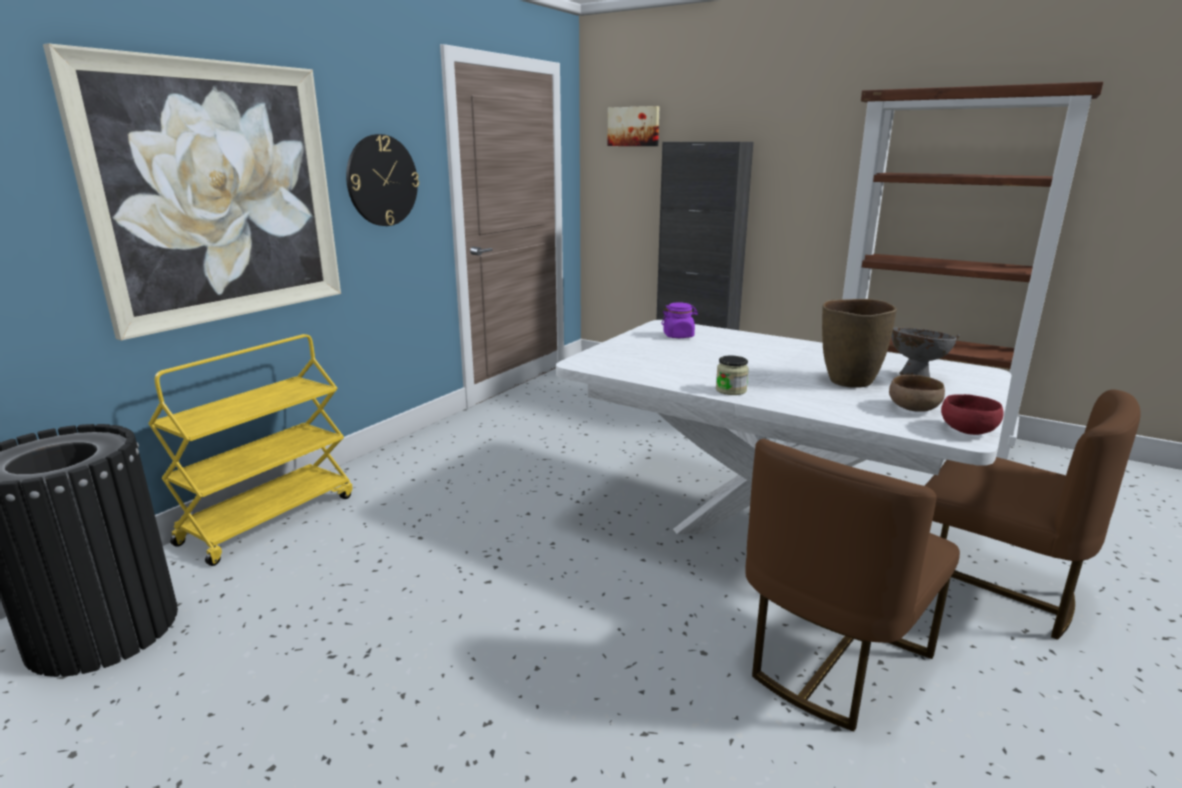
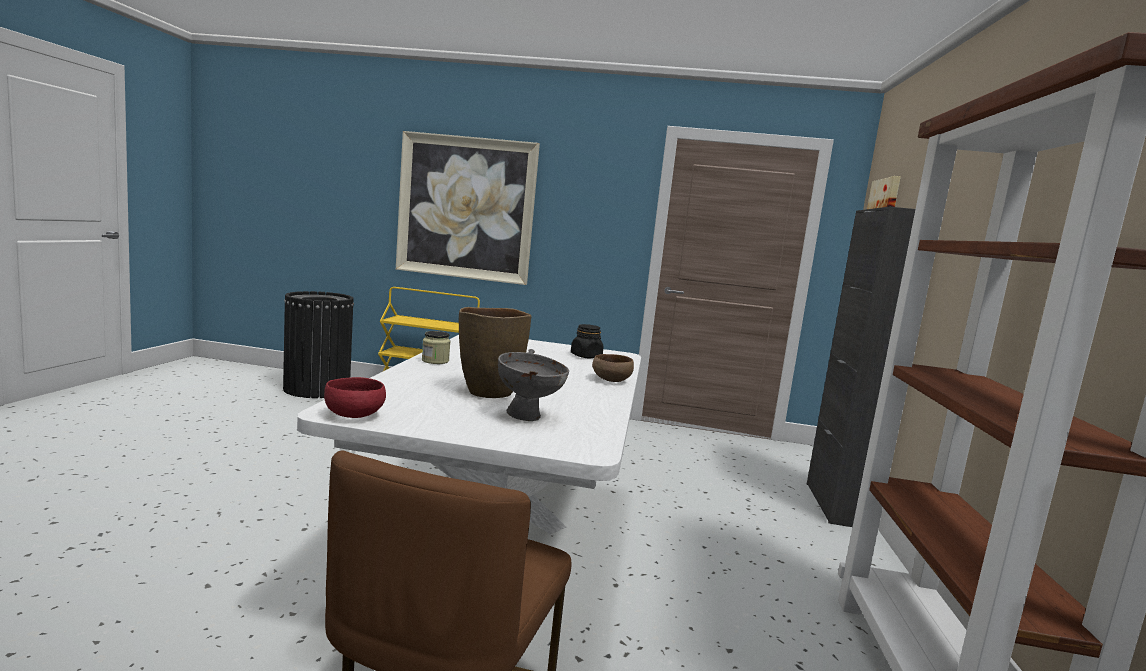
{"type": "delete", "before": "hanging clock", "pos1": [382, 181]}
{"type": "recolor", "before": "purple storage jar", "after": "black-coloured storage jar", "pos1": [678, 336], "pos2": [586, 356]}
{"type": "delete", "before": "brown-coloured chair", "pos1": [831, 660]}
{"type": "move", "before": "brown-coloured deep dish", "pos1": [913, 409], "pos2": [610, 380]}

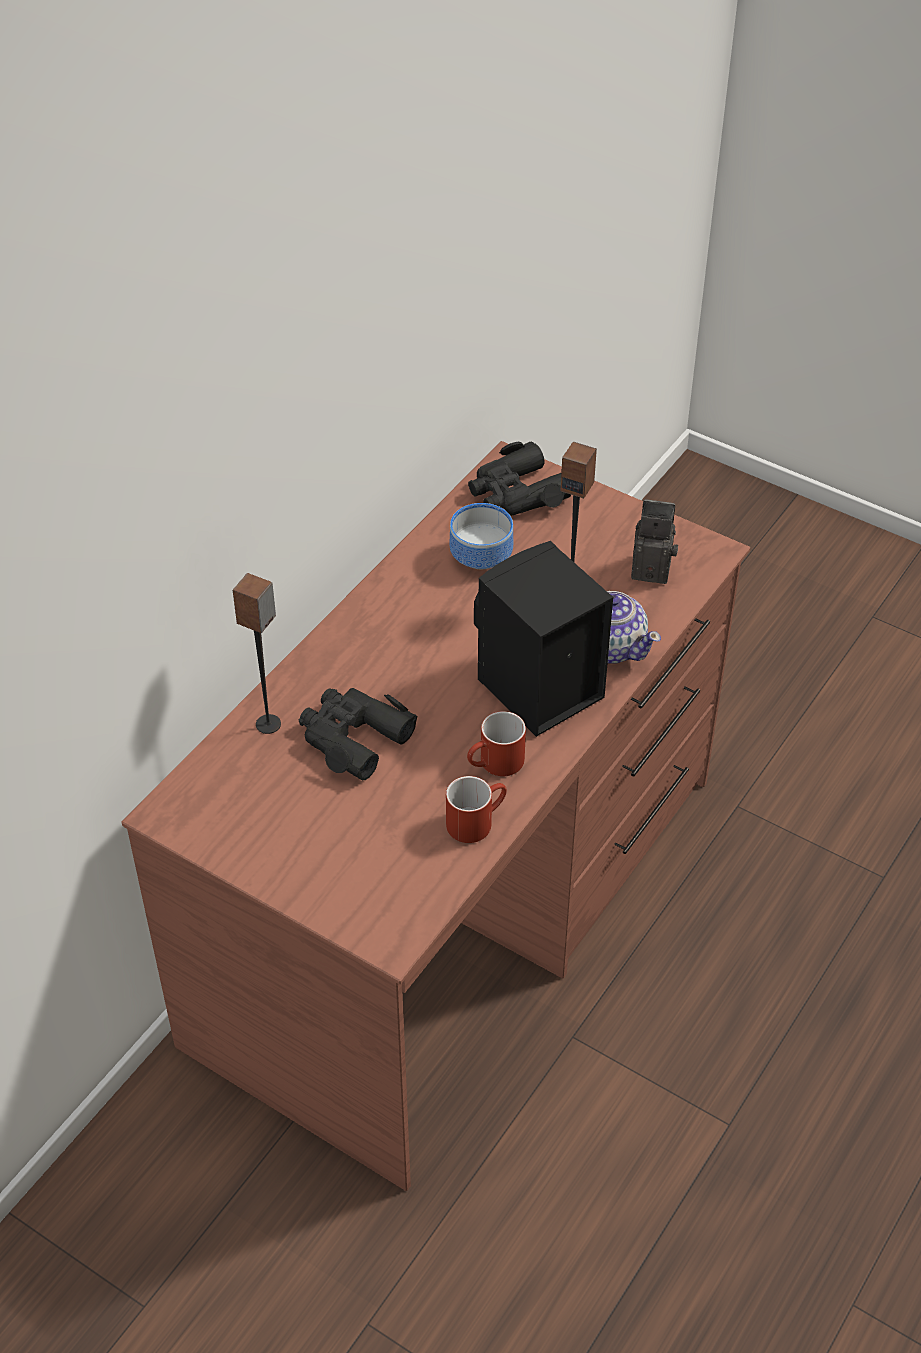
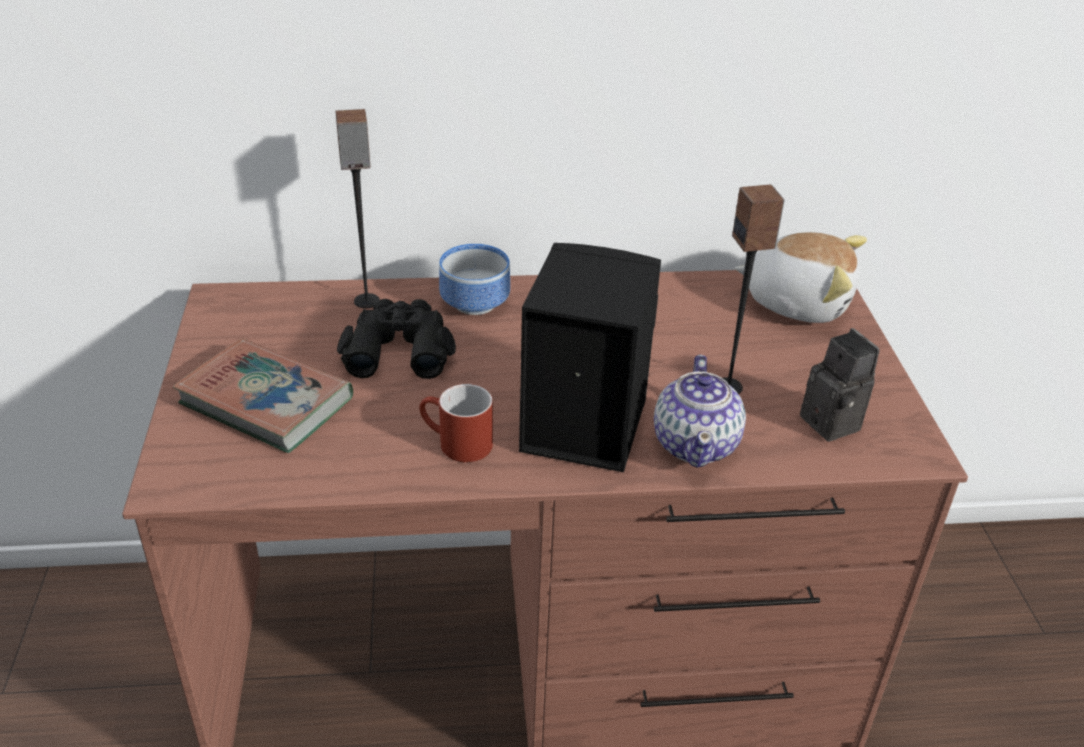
{"type": "delete", "before": "red tea mug", "pos1": [476, 820]}
{"type": "move", "before": "deep dish", "pos1": [478, 555], "pos2": [475, 301]}
{"type": "replace", "before": "black-coloured pair of binoculars", "after": "soft toy", "pos1": [516, 493], "pos2": [797, 301]}
{"type": "insert", "after": "book", "pos2": [266, 402]}

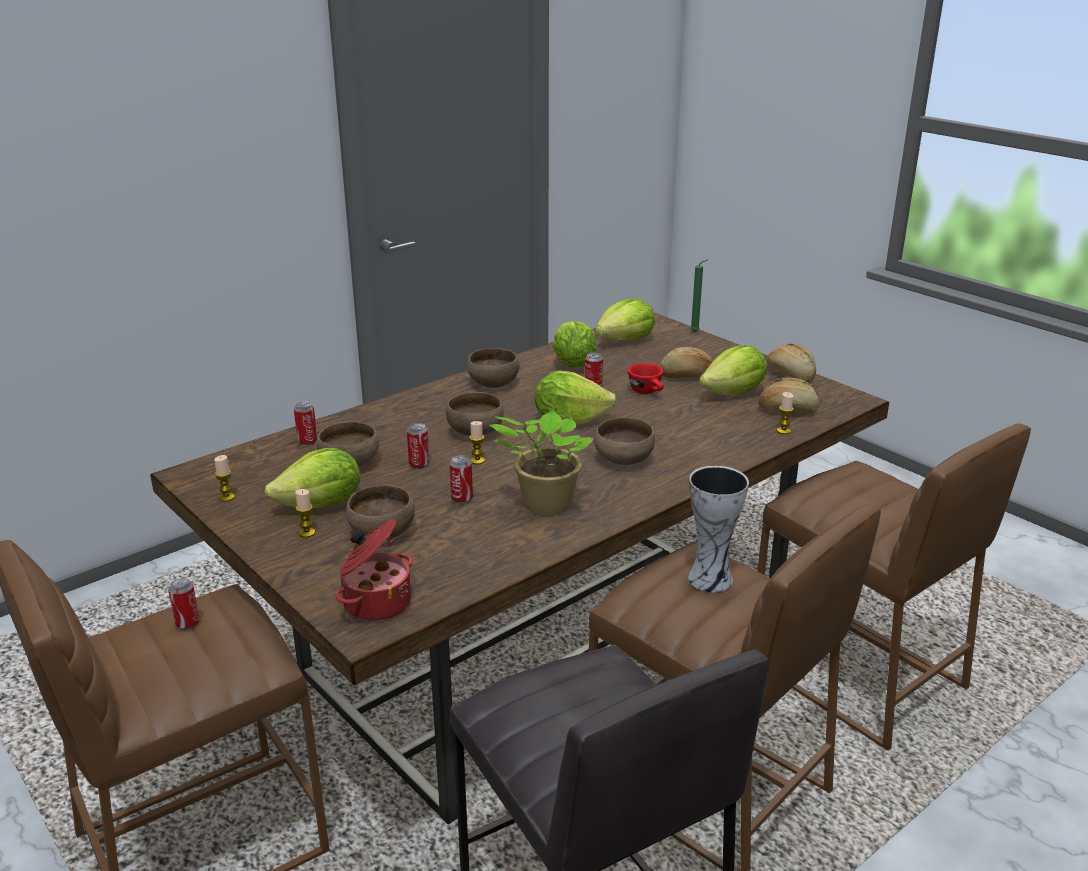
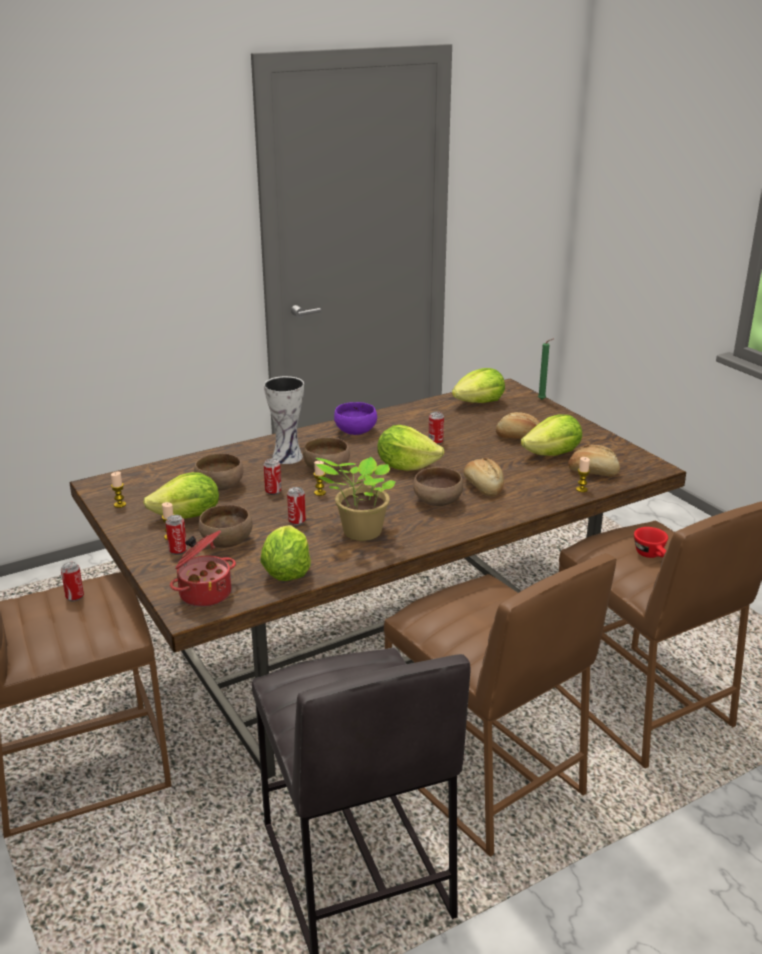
{"type": "move", "before": "sealed can", "pos1": [307, 441], "pos2": [178, 550]}
{"type": "recolor", "before": "brown-coloured deep dish", "after": "purple deep dish", "pos1": [492, 383], "pos2": [355, 431]}
{"type": "move", "before": "head of lettuce", "pos1": [572, 364], "pos2": [286, 572]}
{"type": "move", "before": "red cup", "pos1": [648, 392], "pos2": [651, 555]}
{"type": "move", "before": "vase", "pos1": [712, 578], "pos2": [289, 456]}
{"type": "move", "before": "bread", "pos1": [790, 374], "pos2": [483, 486]}

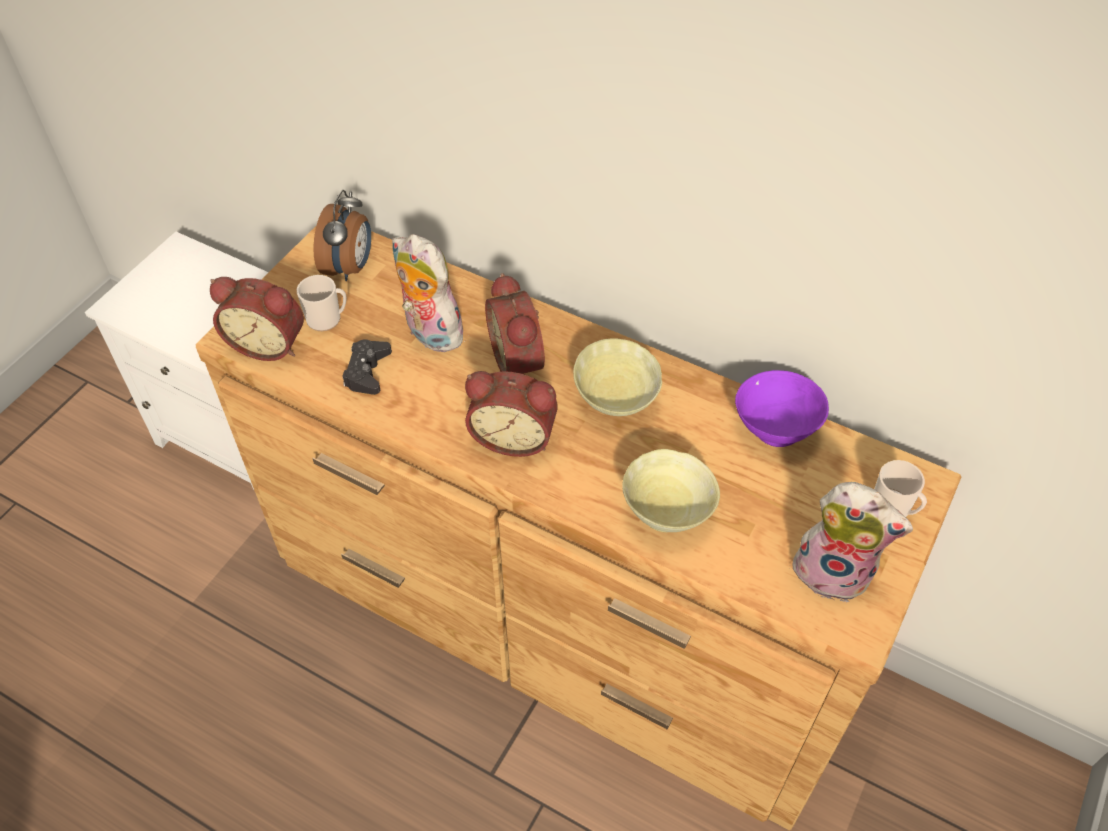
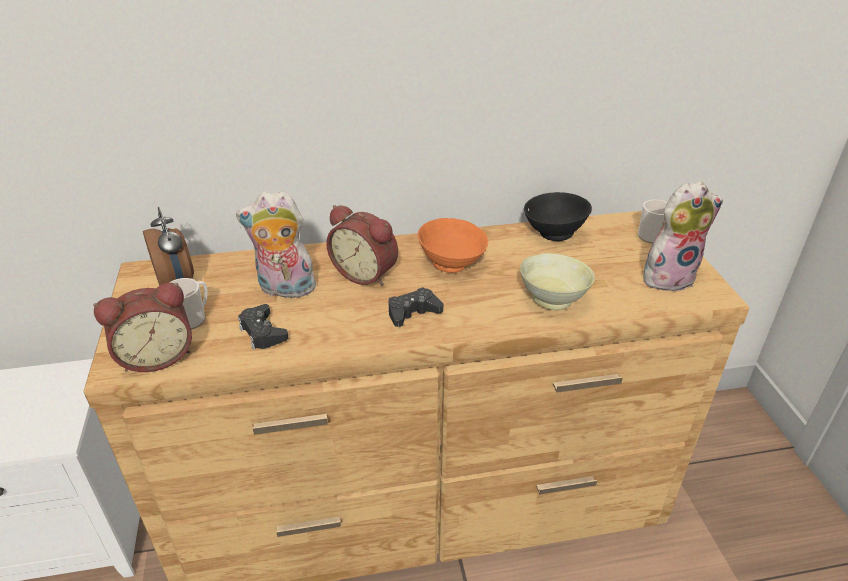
{"type": "replace", "before": "table clock", "after": "black-coloured joypad", "pos1": [514, 435], "pos2": [413, 312]}
{"type": "recolor", "before": "beige deep dish", "after": "orange-coloured deep dish", "pos1": [615, 401], "pos2": [452, 264]}
{"type": "recolor", "before": "purple deep dish", "after": "black-coloured deep dish", "pos1": [775, 427], "pos2": [553, 232]}

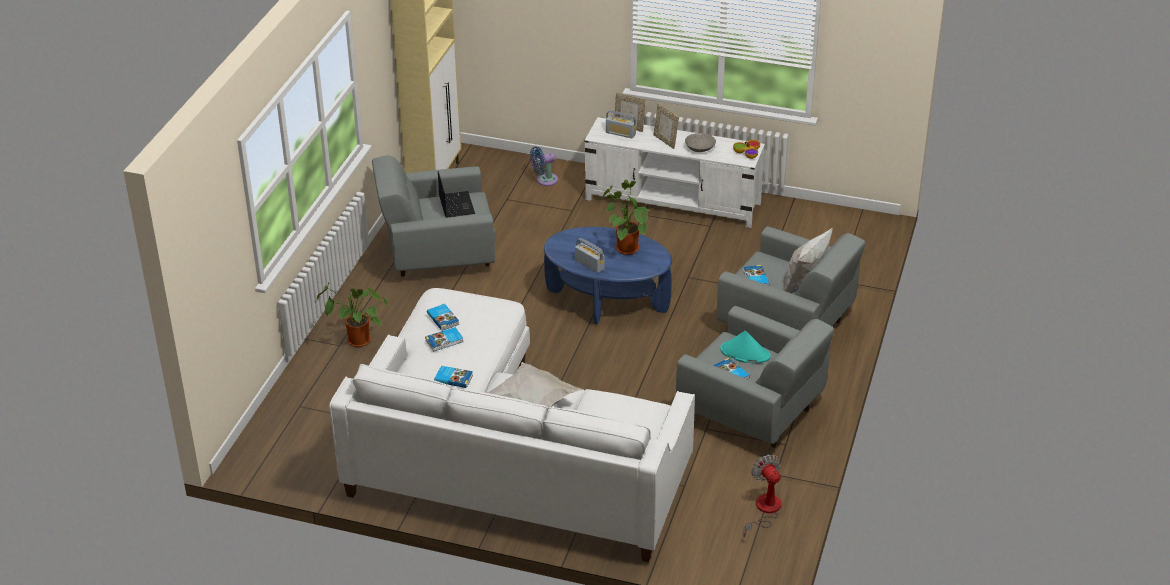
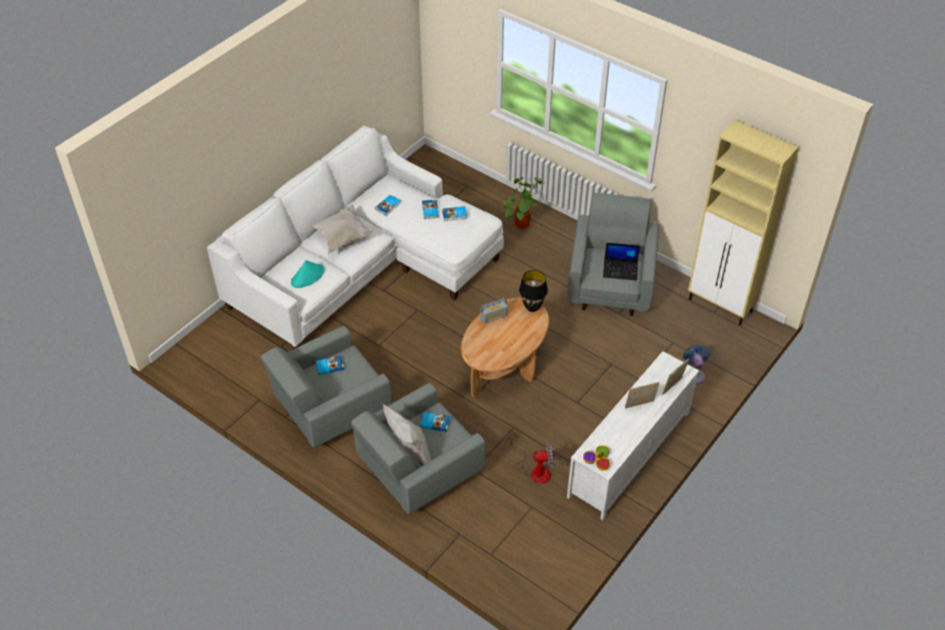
{"type": "recolor", "before": "blue coffee table", "after": "brown-coloured coffee table", "pos1": [607, 301], "pos2": [504, 366]}
{"type": "delete", "before": "potted plant", "pos1": [625, 247]}
{"type": "delete", "before": "radio receiver", "pos1": [620, 133]}
{"type": "delete", "before": "gray deep dish", "pos1": [700, 148]}
{"type": "move", "before": "blue-green wearable hat", "pos1": [744, 353], "pos2": [308, 276]}
{"type": "move", "before": "cooling fan", "pos1": [764, 510], "pos2": [535, 470]}
{"type": "insert", "after": "black-coloured table lamp", "pos2": [532, 307]}

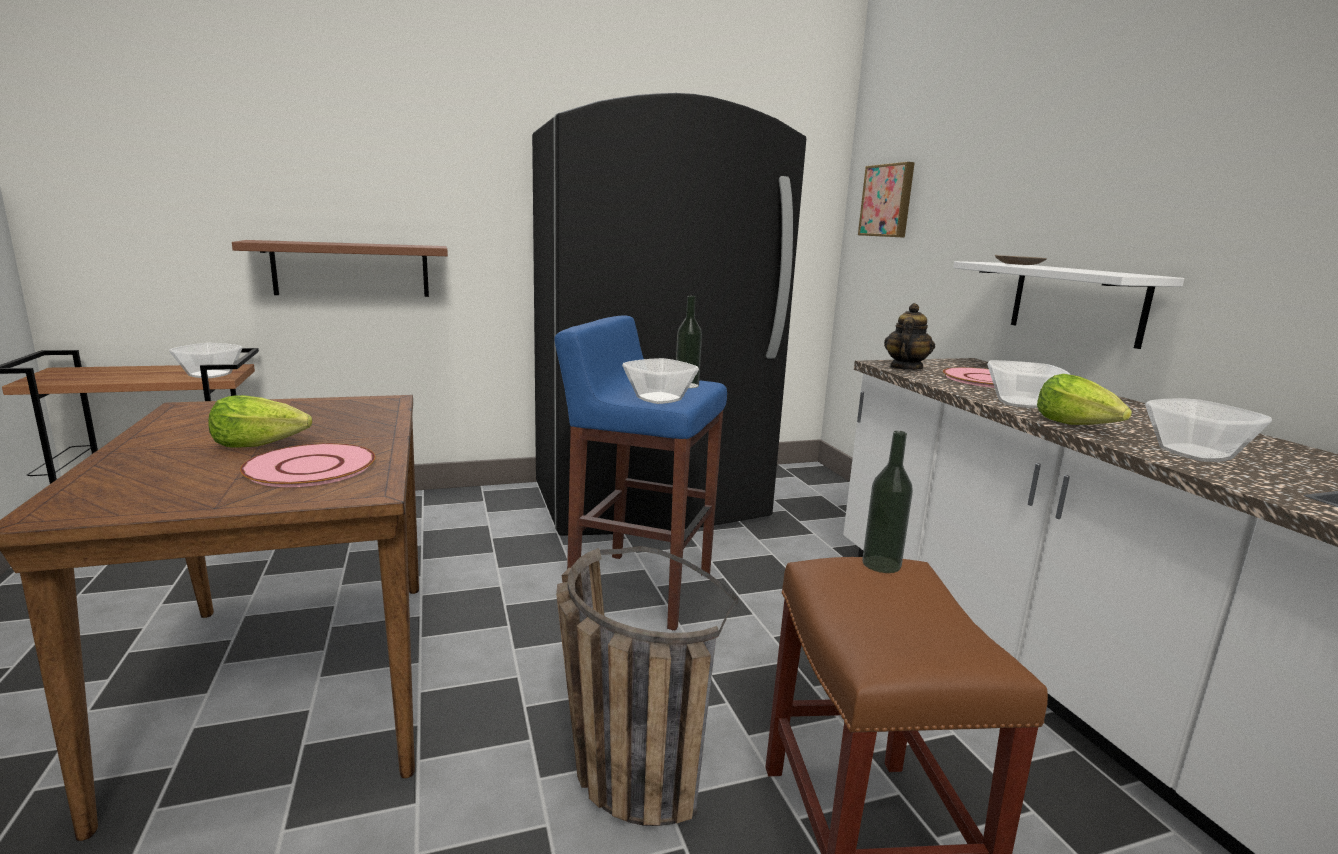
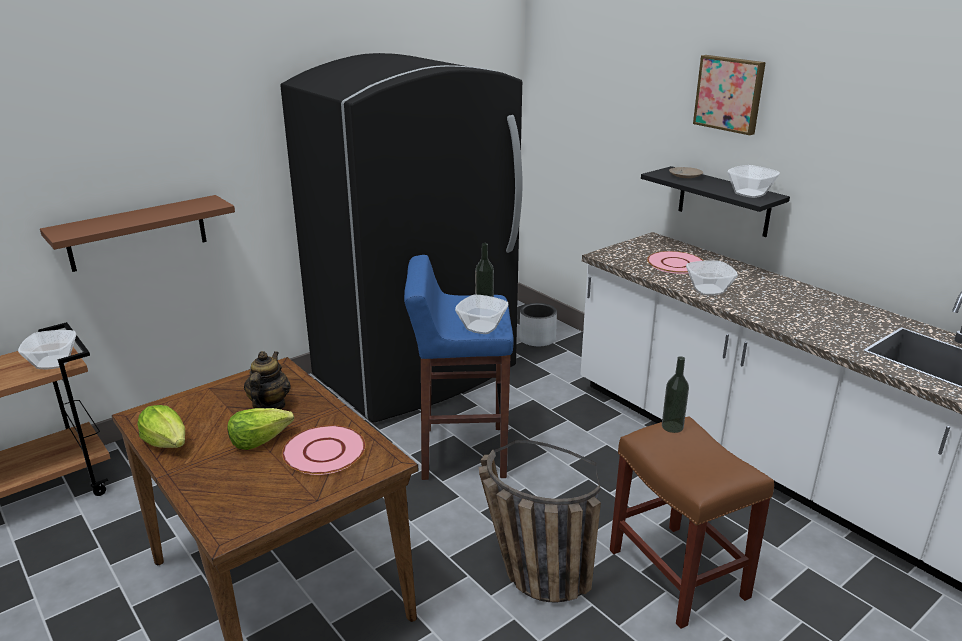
{"type": "move", "before": "picture", "pos1": [888, 201], "pos2": [730, 94]}
{"type": "move", "before": "pot for tea", "pos1": [905, 368], "pos2": [269, 406]}
{"type": "recolor", "before": "white shelf", "after": "black-coloured shelf", "pos1": [1076, 302], "pos2": [723, 202]}
{"type": "move", "before": "head of lettuce", "pos1": [1076, 425], "pos2": [167, 443]}
{"type": "move", "before": "deep dish", "pos1": [1197, 454], "pos2": [750, 194]}
{"type": "insert", "after": "gray flower pot", "pos2": [537, 339]}

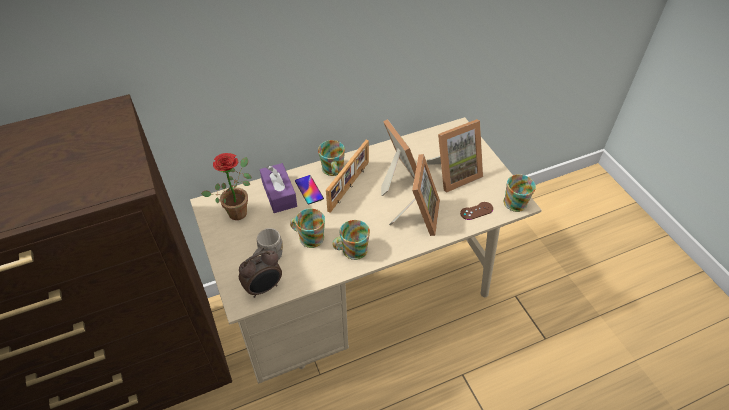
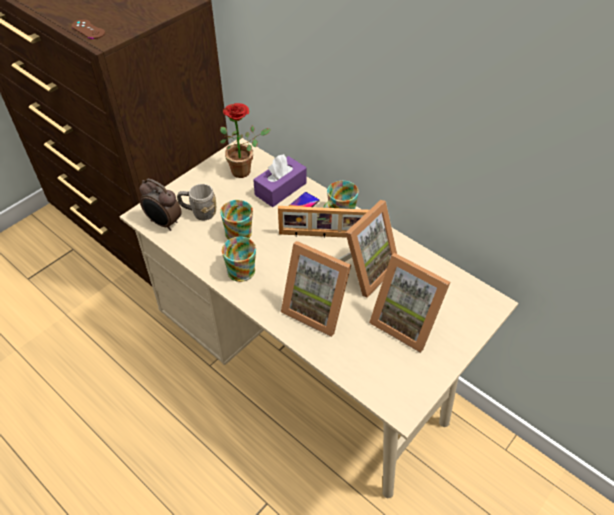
{"type": "rotate", "before": "picture frame", "pos1": [417, 215], "pos2": [317, 308], "turn": 45}
{"type": "move", "before": "brown-coloured joypad", "pos1": [476, 211], "pos2": [88, 29]}
{"type": "delete", "before": "tea mug", "pos1": [517, 201]}

